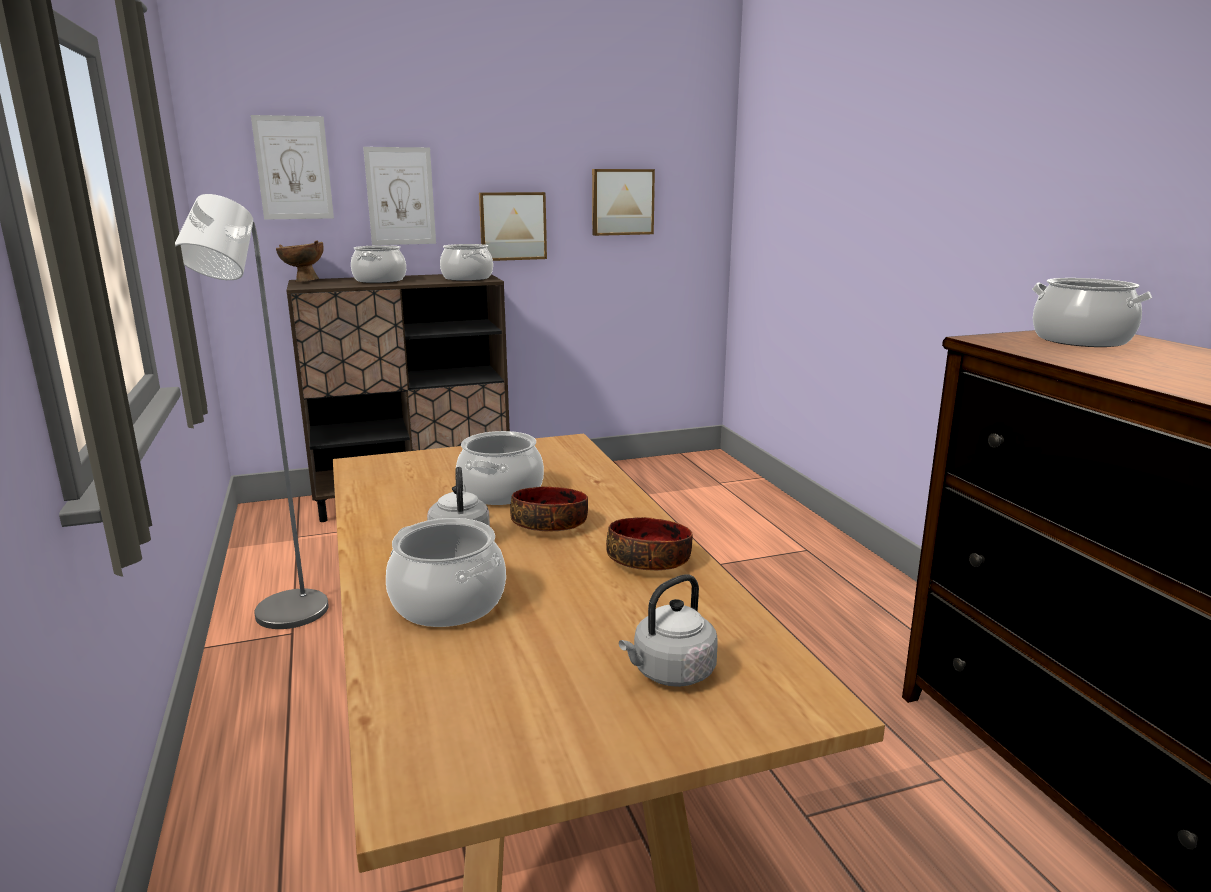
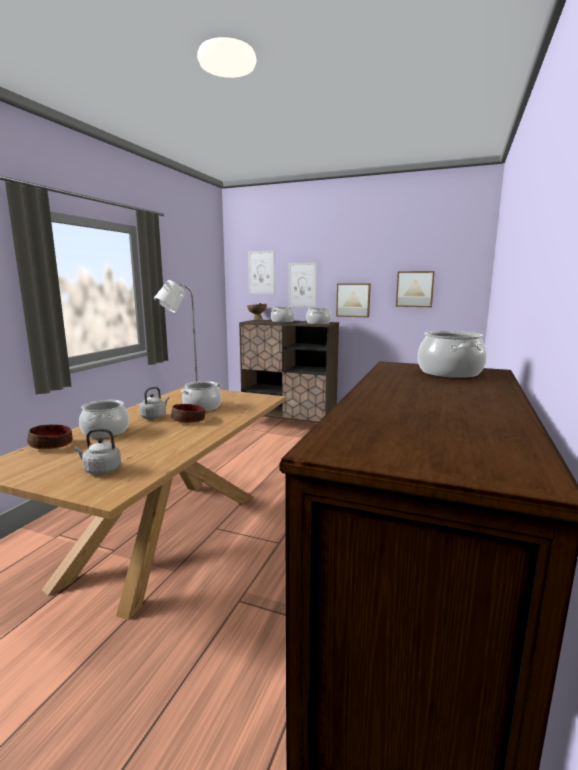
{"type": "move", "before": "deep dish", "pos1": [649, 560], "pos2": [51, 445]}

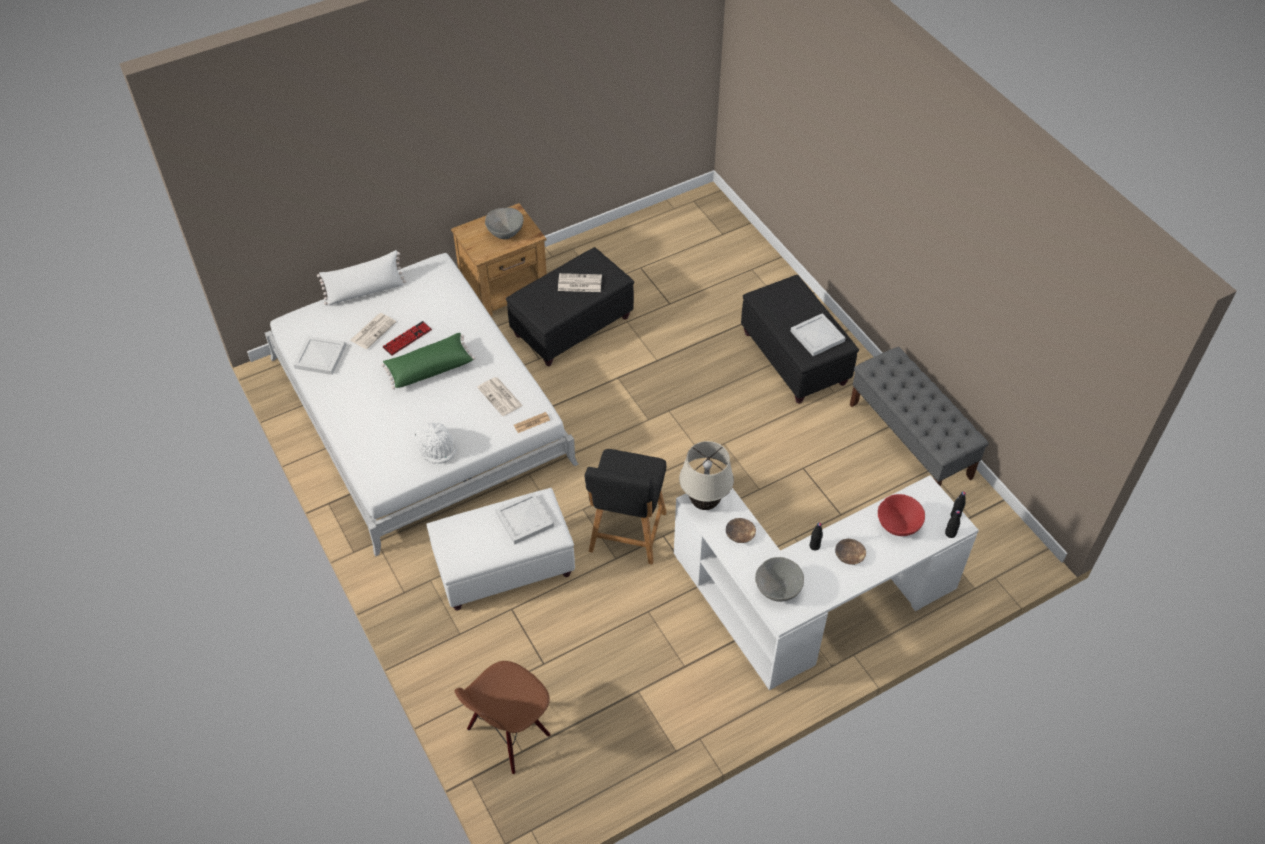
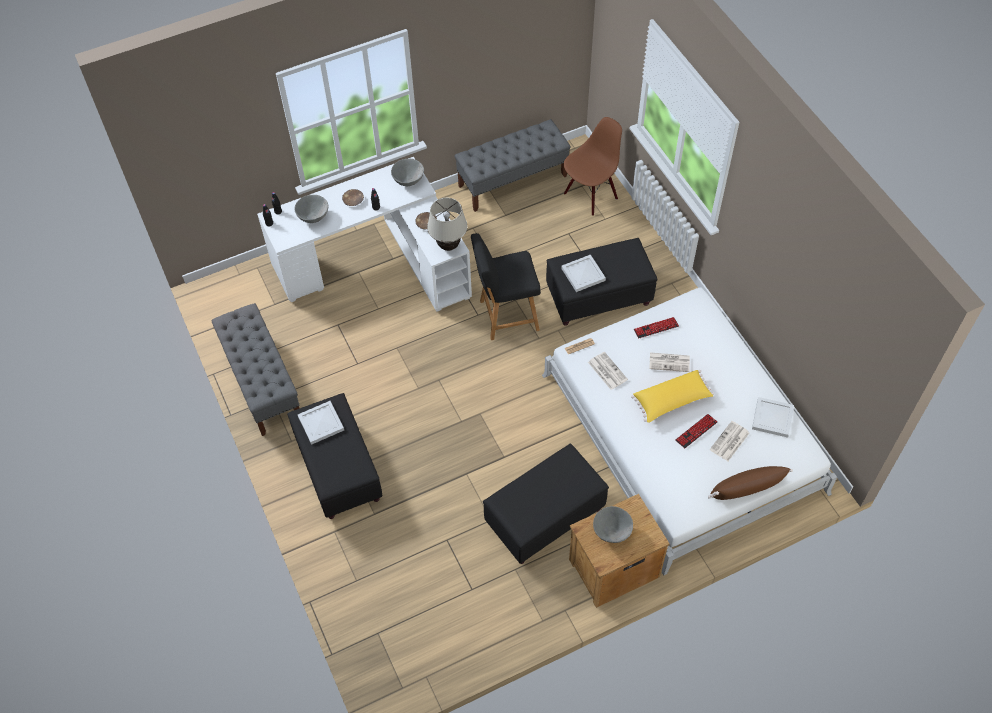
{"type": "recolor", "before": "white pillow", "after": "brown-coloured pillow", "pos1": [365, 291], "pos2": [746, 489]}
{"type": "recolor", "before": "green pillow", "after": "yellow pillow", "pos1": [429, 367], "pos2": [672, 401]}
{"type": "replace", "before": "white wearable hat", "after": "PC keyboard", "pos1": [437, 448], "pos2": [656, 328]}
{"type": "recolor", "before": "white ottoman", "after": "black-coloured ottoman", "pos1": [503, 568], "pos2": [599, 296]}
{"type": "move", "before": "printed paper", "pos1": [579, 283], "pos2": [670, 362]}
{"type": "rotate", "before": "black-coloured chair", "pos1": [626, 535], "pos2": [506, 316], "turn": -120}
{"type": "recolor", "before": "red deep dish", "after": "gray deep dish", "pos1": [897, 526], "pos2": [313, 218]}
{"type": "insert", "after": "gray indoor bench", "pos2": [513, 181]}

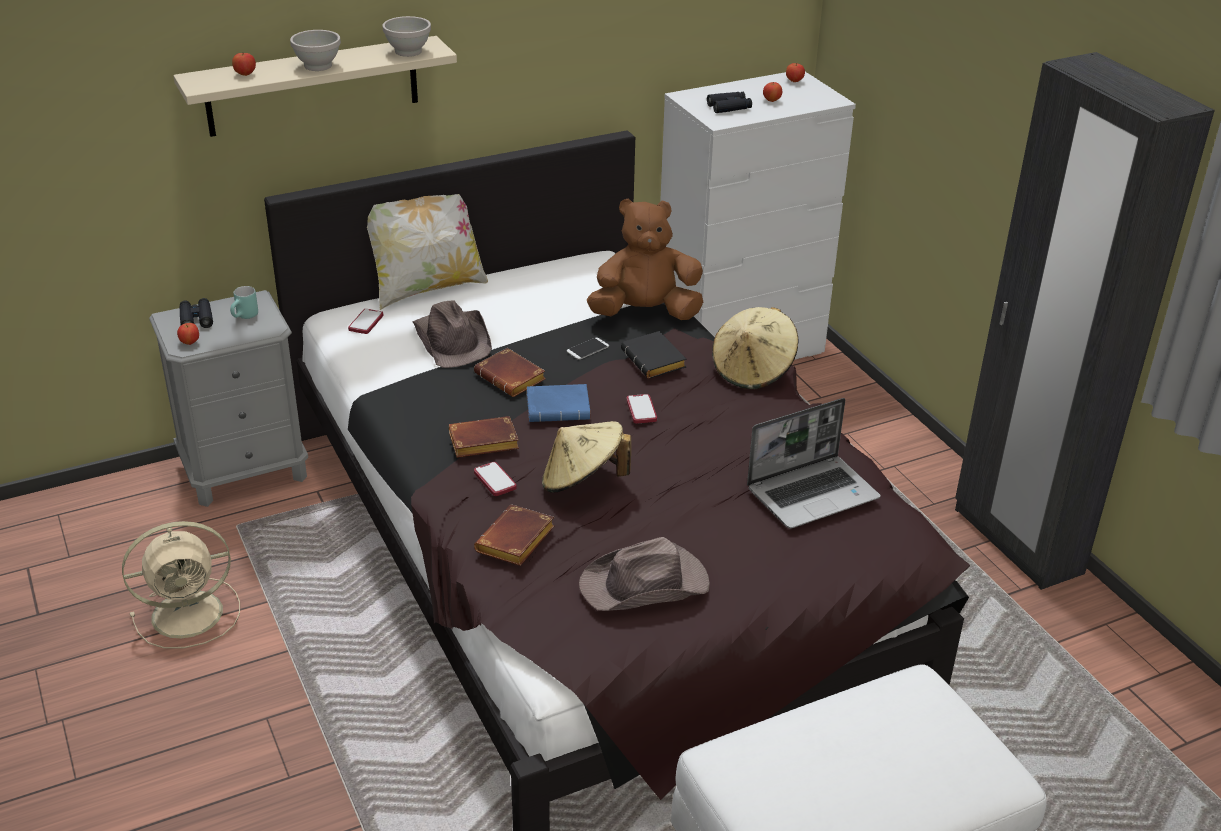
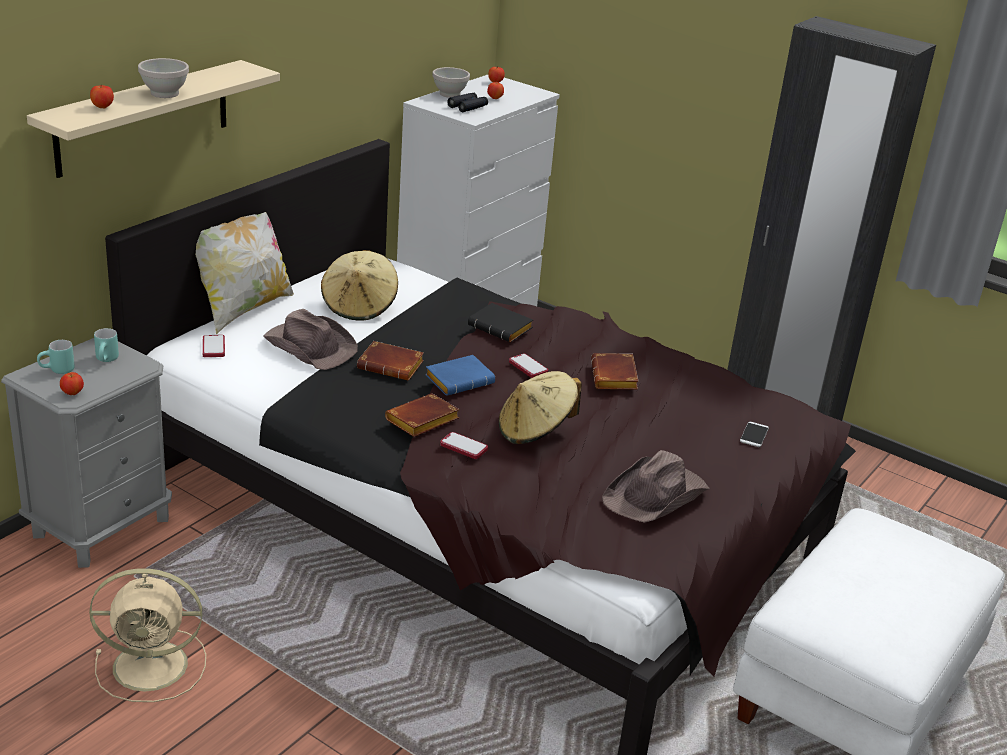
{"type": "rotate", "before": "beige cooling fan", "pos1": [190, 613], "pos2": [154, 666], "turn": 45}
{"type": "replace", "before": "black-coloured pair of binoculars", "after": "blue-green tea mug", "pos1": [196, 319], "pos2": [57, 371]}
{"type": "move", "before": "white deep dish", "pos1": [407, 52], "pos2": [449, 94]}
{"type": "move", "before": "brown-coloured book", "pos1": [516, 543], "pos2": [615, 378]}
{"type": "move", "before": "telephone", "pos1": [587, 349], "pos2": [754, 435]}
{"type": "delete", "before": "brown-coloured soft toy", "pos1": [645, 313]}
{"type": "move", "before": "beige wearable hat", "pos1": [753, 370], "pos2": [359, 306]}
{"type": "delete", "before": "notebook computer", "pos1": [813, 493]}

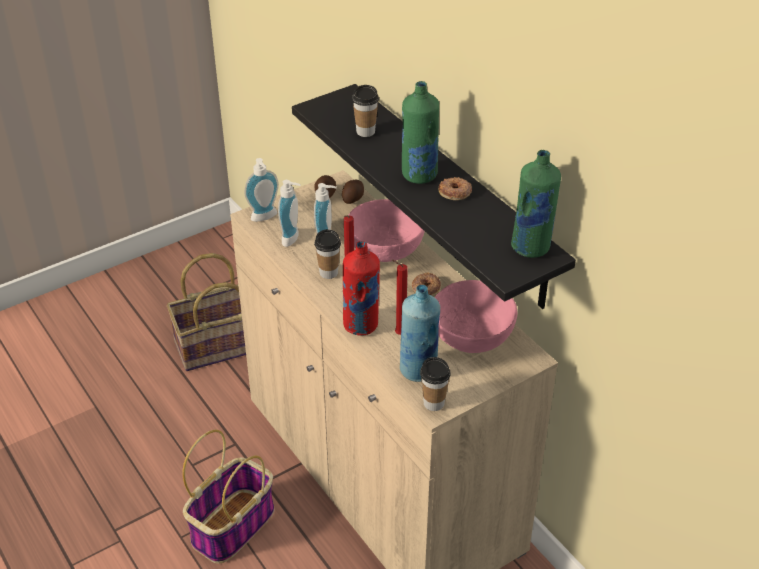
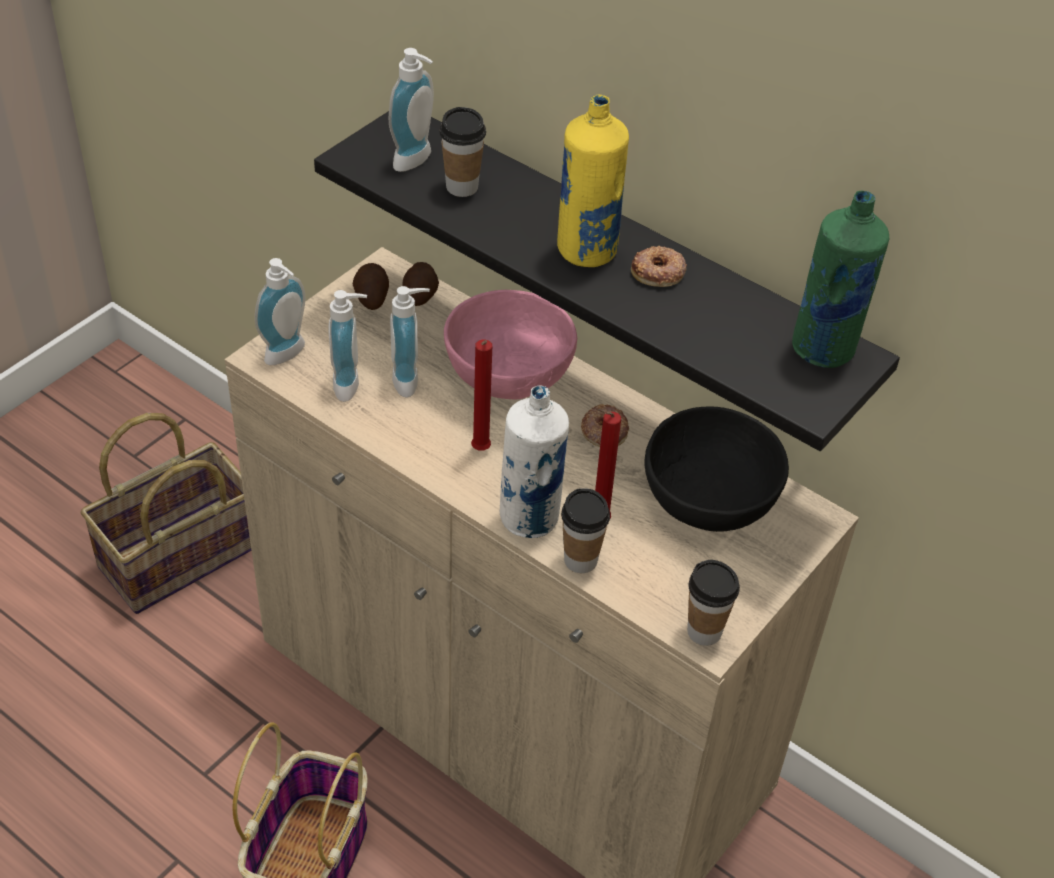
{"type": "move", "before": "cup", "pos1": [328, 273], "pos2": [580, 560]}
{"type": "recolor", "before": "red beverage bottle", "after": "white beverage bottle", "pos1": [361, 325], "pos2": [530, 518]}
{"type": "delete", "before": "blue beverage bottle", "pos1": [418, 370]}
{"type": "recolor", "before": "green beverage bottle", "after": "yellow beverage bottle", "pos1": [419, 175], "pos2": [586, 251]}
{"type": "recolor", "before": "pinkish deep dish", "after": "black-coloured deep dish", "pos1": [472, 334], "pos2": [710, 496]}
{"type": "insert", "after": "soap bottle", "pos2": [417, 161]}

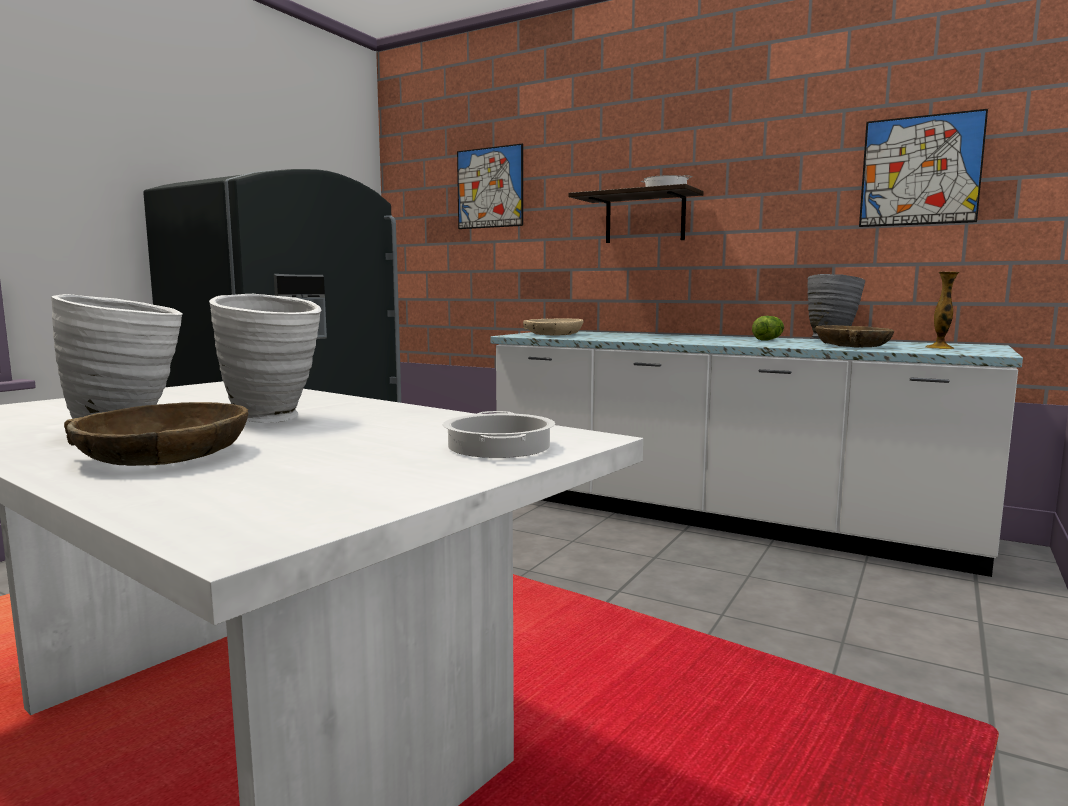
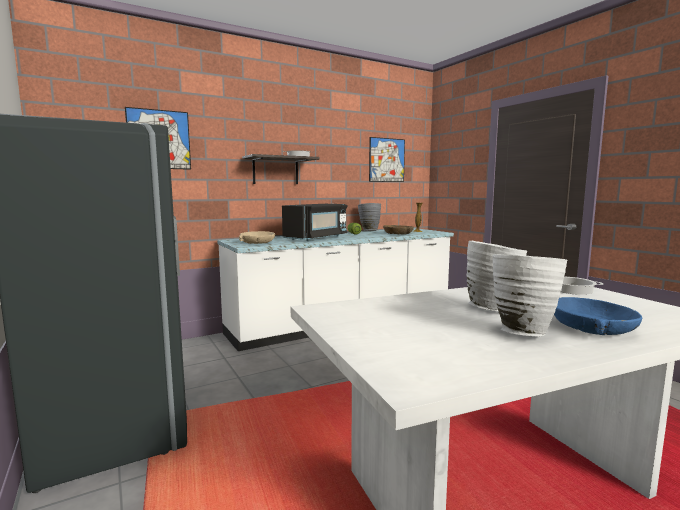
{"type": "recolor", "before": "brown-coloured deep dish", "after": "blue deep dish", "pos1": [163, 456], "pos2": [592, 327]}
{"type": "insert", "after": "black-coloured microwave", "pos2": [316, 238]}

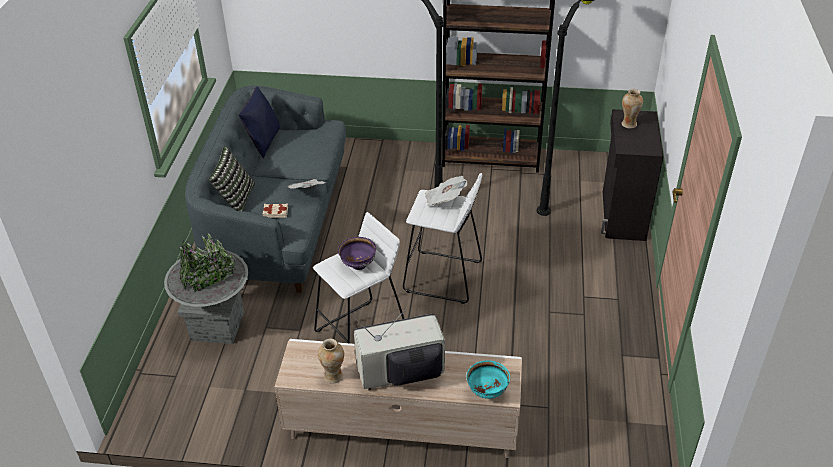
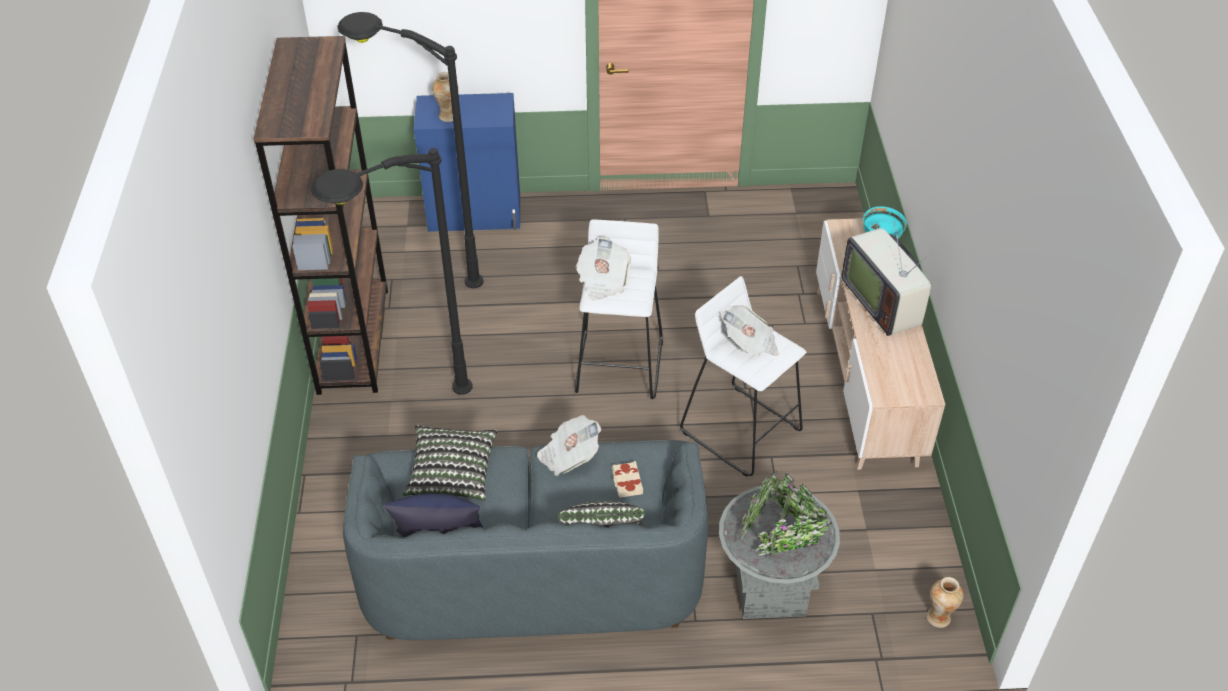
{"type": "move", "before": "vase", "pos1": [333, 376], "pos2": [938, 617]}
{"type": "replace", "before": "purple deep dish", "after": "printed paper", "pos1": [358, 265], "pos2": [750, 343]}
{"type": "recolor", "before": "black-coloured cabinet", "after": "blue cabinet", "pos1": [622, 216], "pos2": [475, 215]}
{"type": "insert", "after": "pillow", "pos2": [452, 473]}

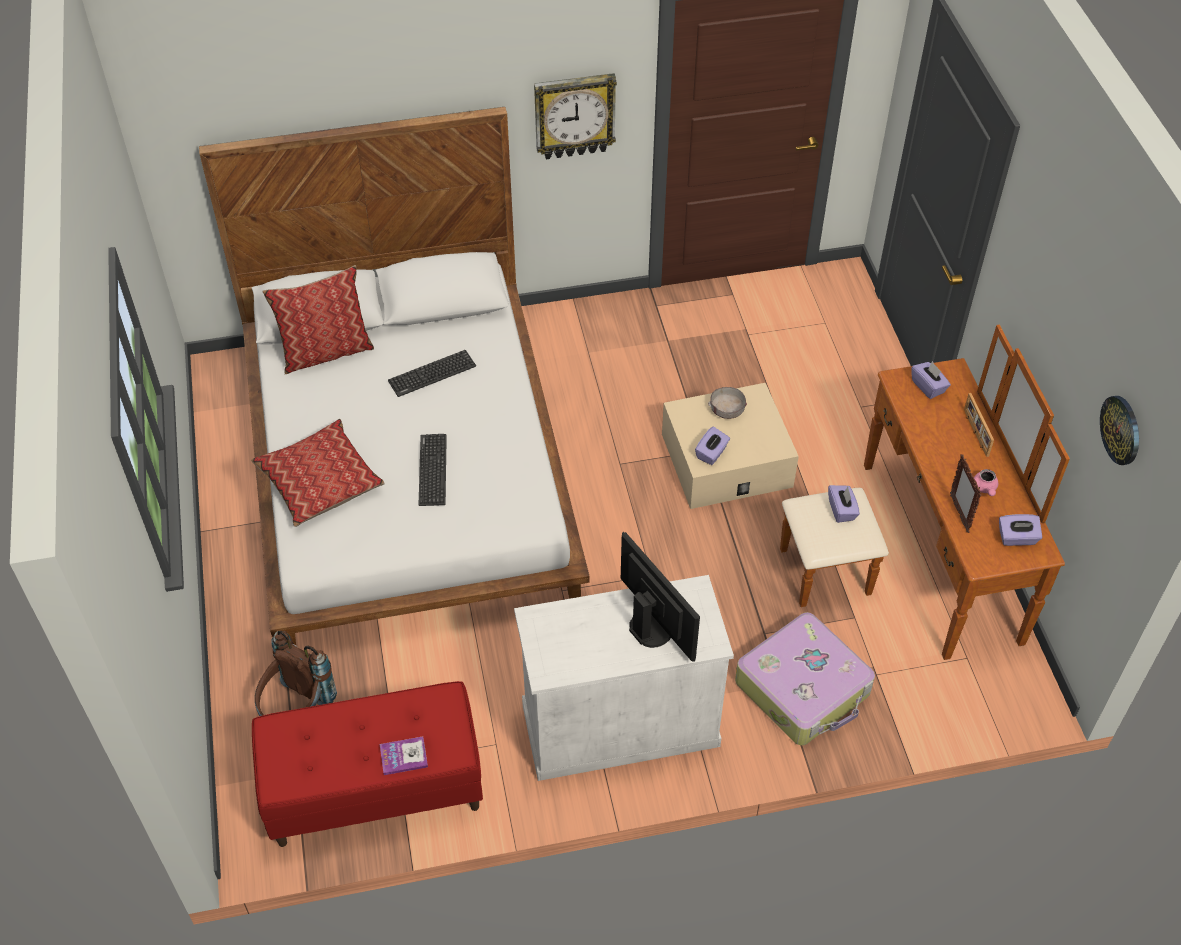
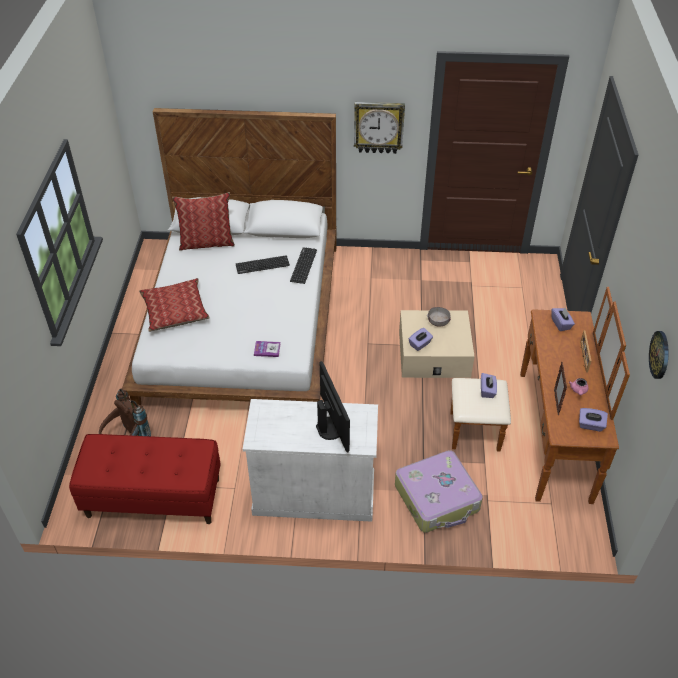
{"type": "move", "before": "book", "pos1": [403, 756], "pos2": [267, 349]}
{"type": "move", "before": "PC keyboard", "pos1": [432, 470], "pos2": [303, 265]}

